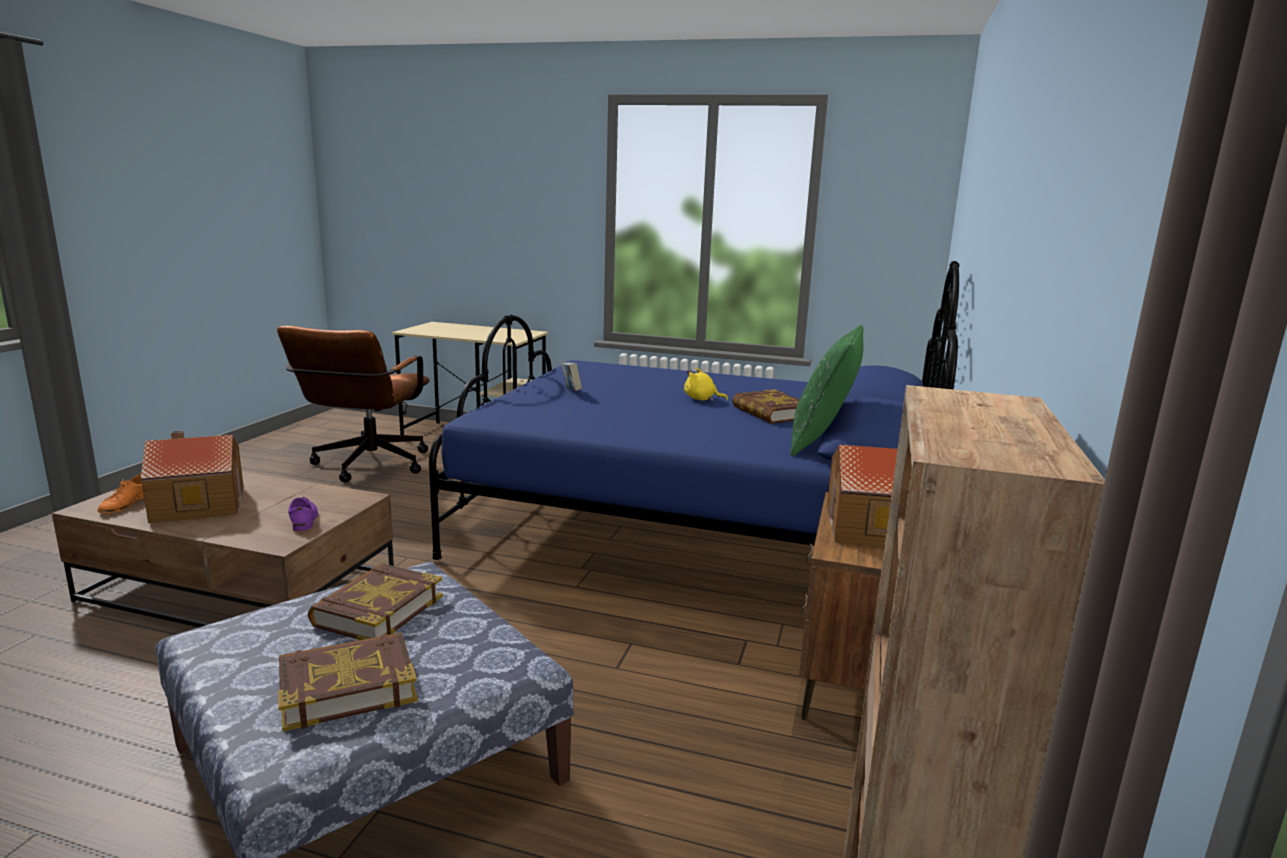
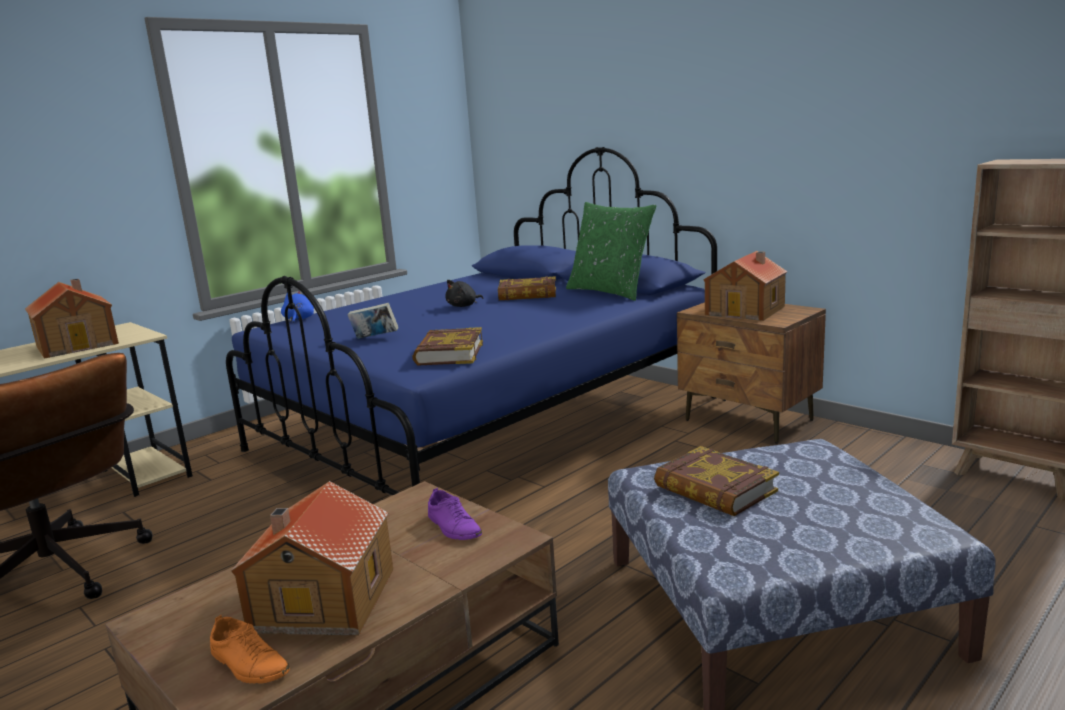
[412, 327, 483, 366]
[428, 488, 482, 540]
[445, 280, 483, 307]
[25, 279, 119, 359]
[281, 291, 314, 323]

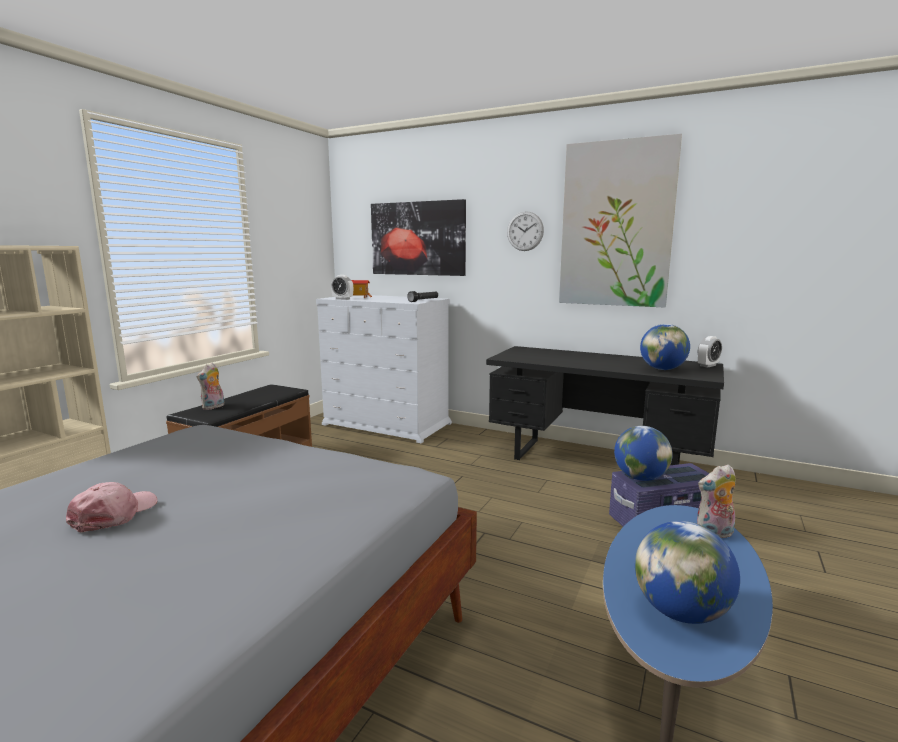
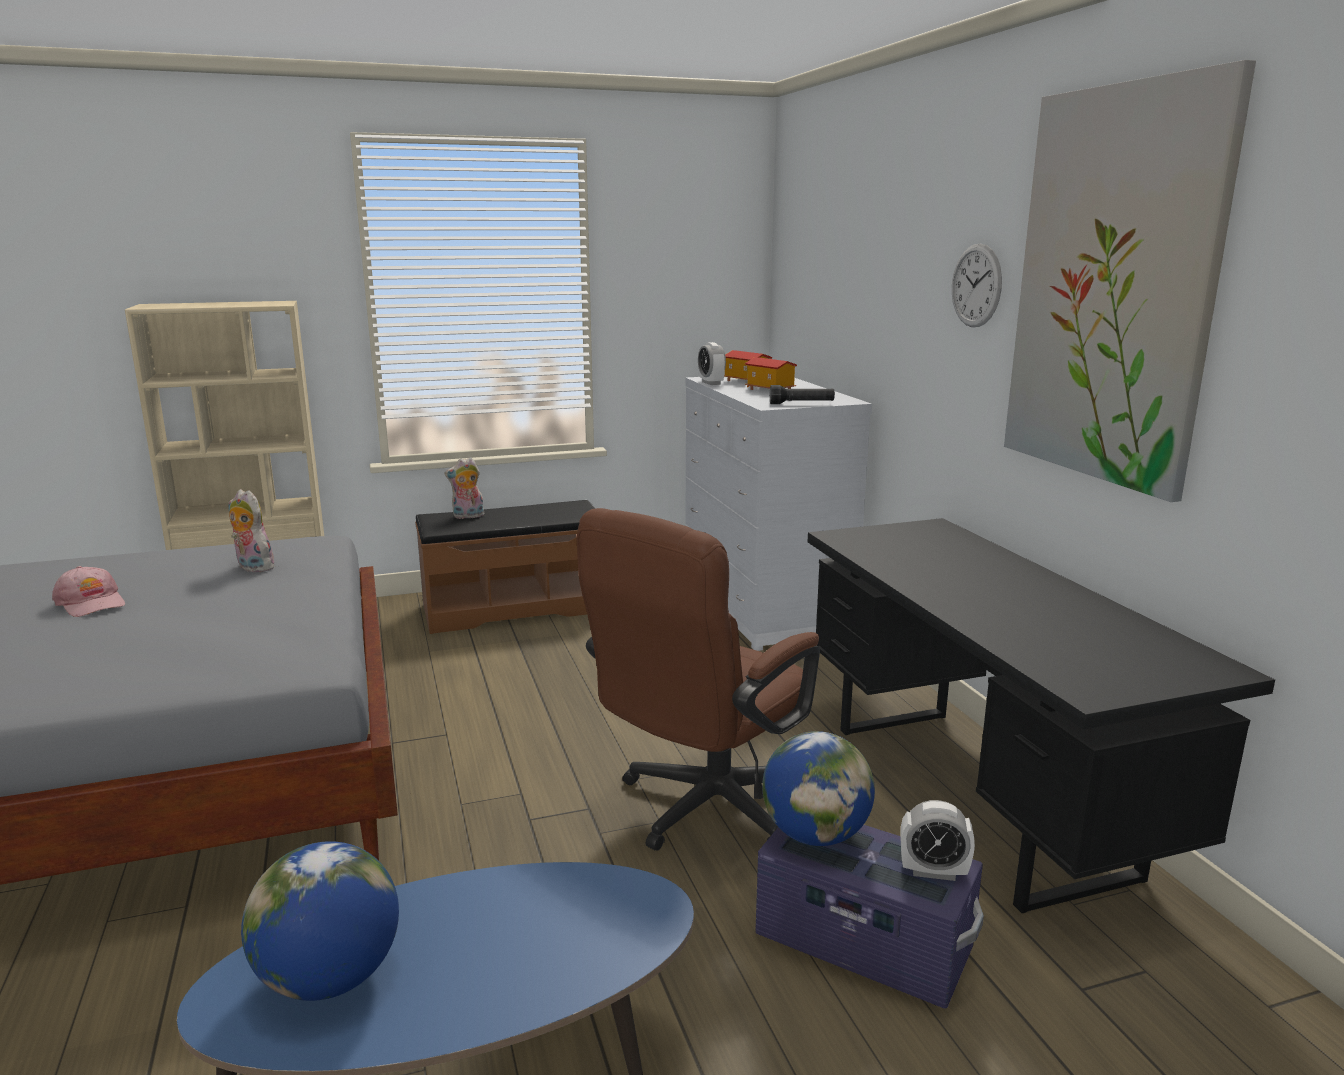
[52, 566, 125, 617]
[371, 199, 466, 276] (first image)
[640, 324, 690, 370] (first image)
[228, 489, 274, 572]
[900, 800, 975, 881]
[577, 508, 820, 851]
[745, 357, 797, 390]

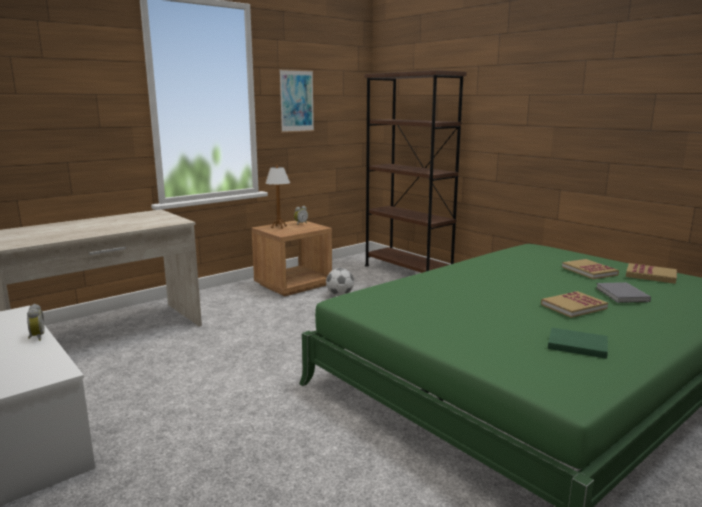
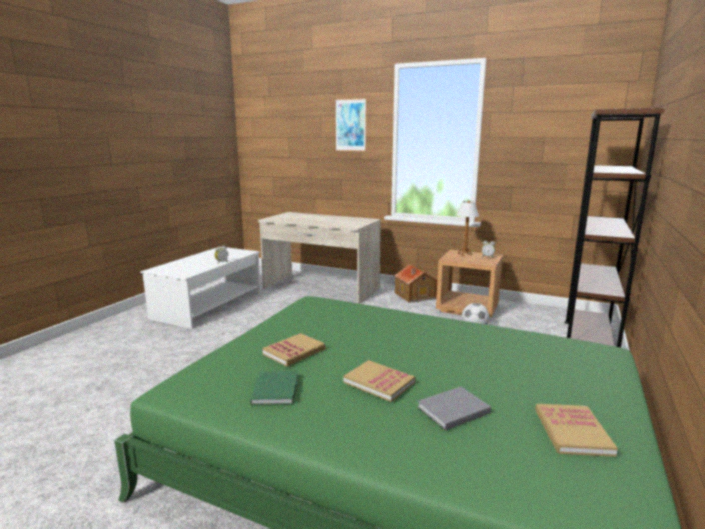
[335, 98, 366, 151]
[262, 333, 326, 367]
[394, 264, 437, 303]

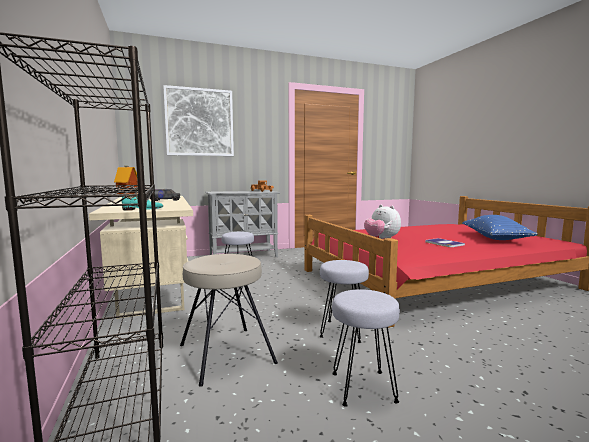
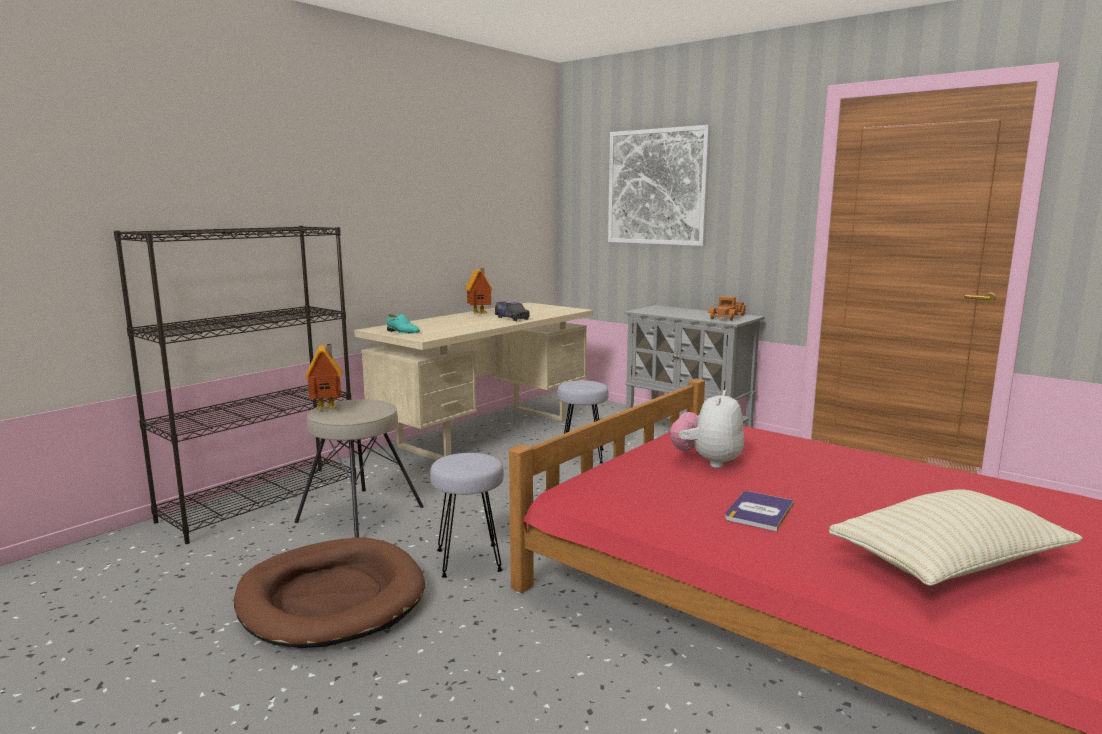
[234, 537, 425, 648]
[829, 489, 1083, 586]
[305, 344, 342, 410]

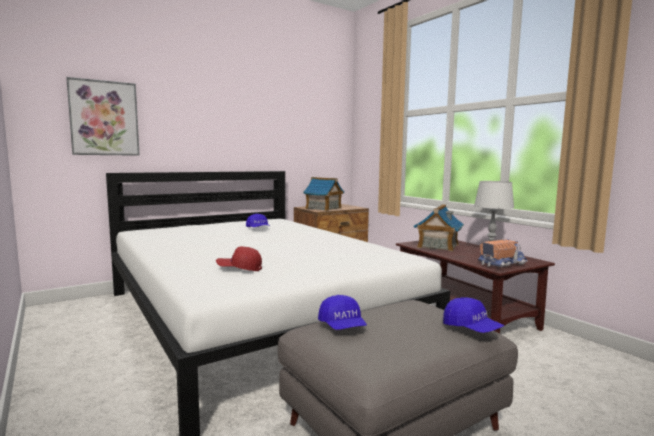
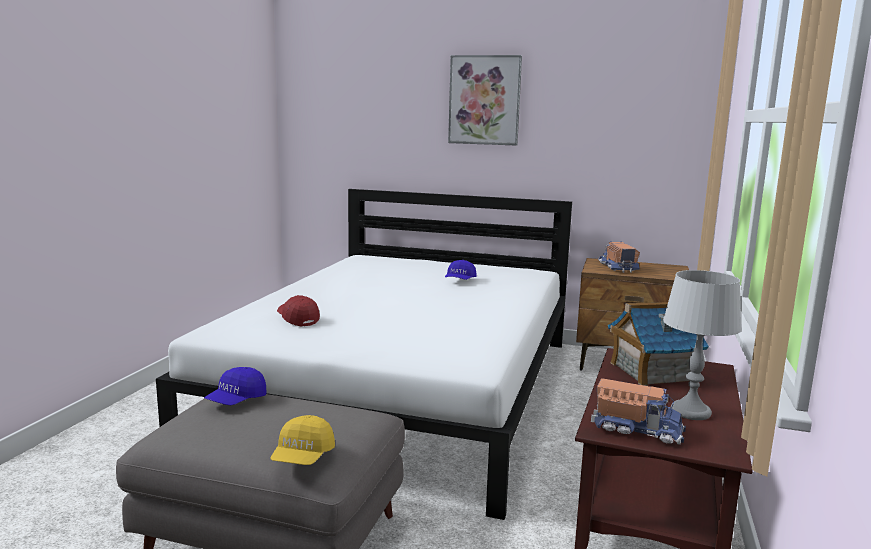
[448, 55, 522, 146]
[598, 241, 640, 273]
[270, 415, 335, 465]

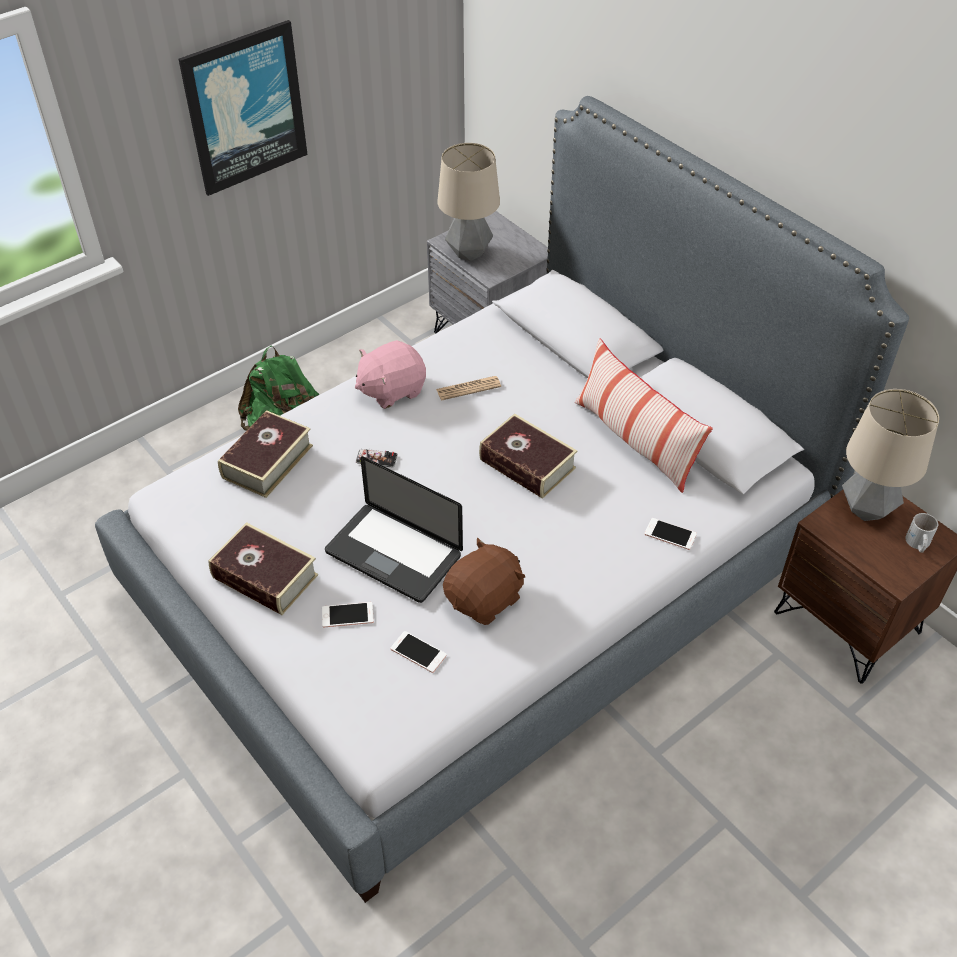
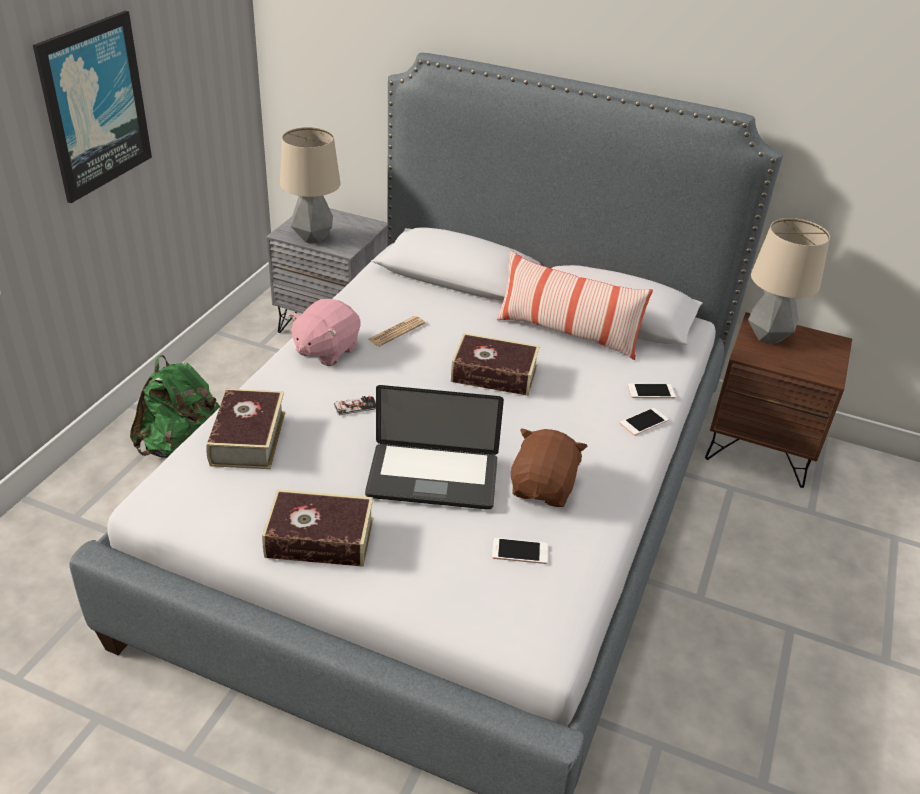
[620, 408, 669, 436]
[905, 513, 938, 552] (first image)

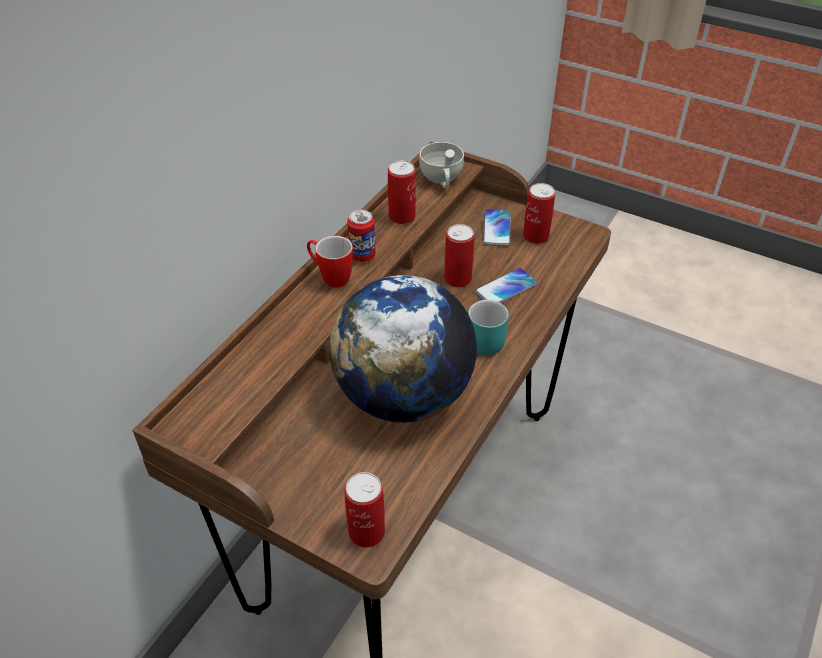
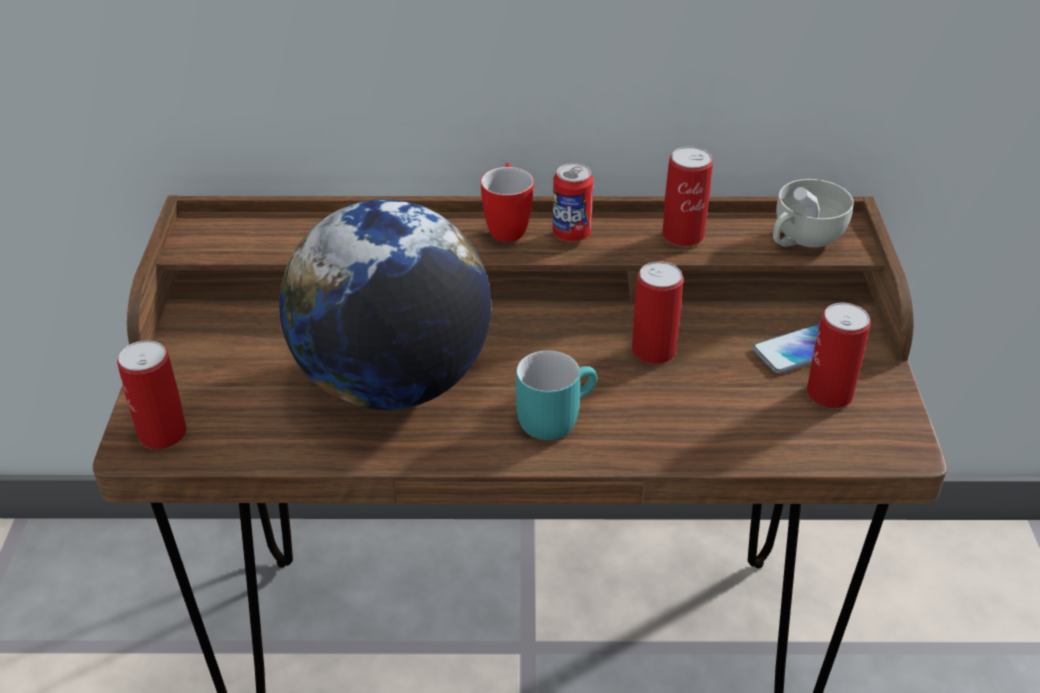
[475, 268, 538, 303] (first image)

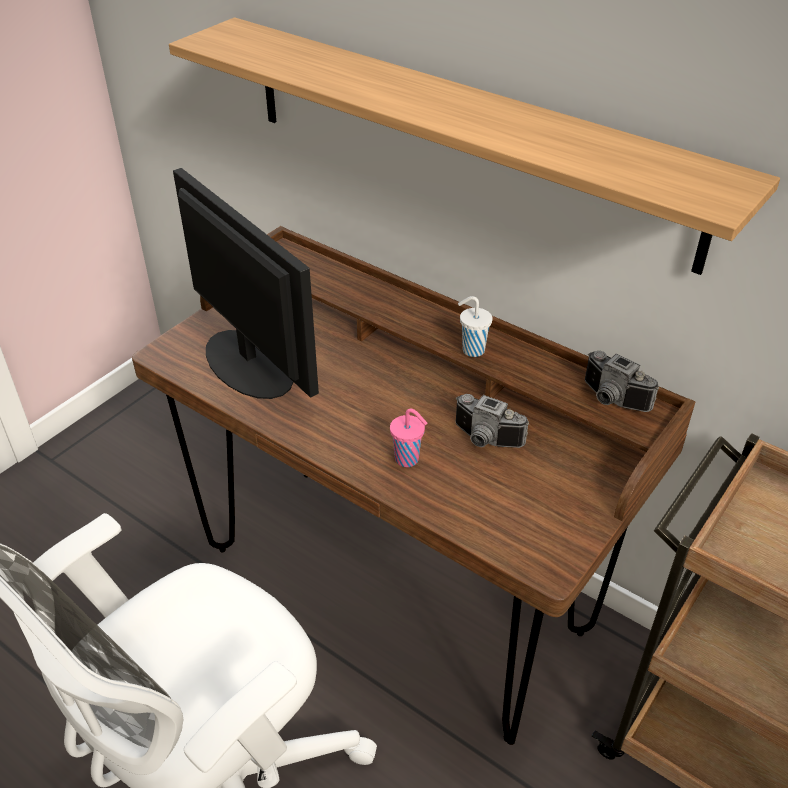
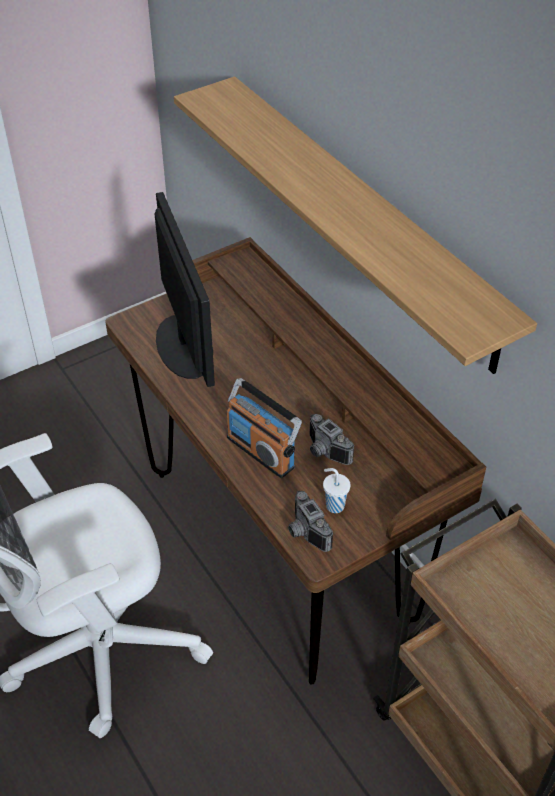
[227, 378, 302, 478]
[323, 468, 351, 513]
[288, 491, 333, 552]

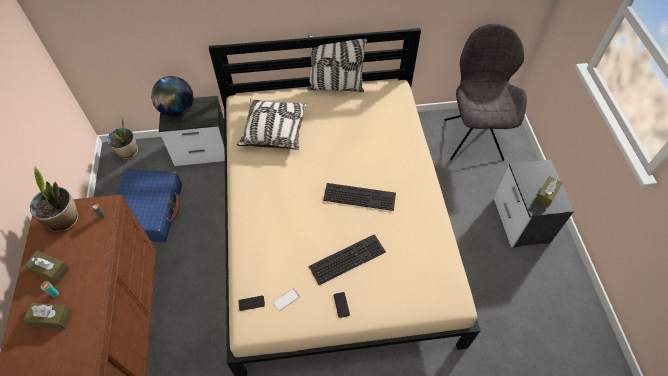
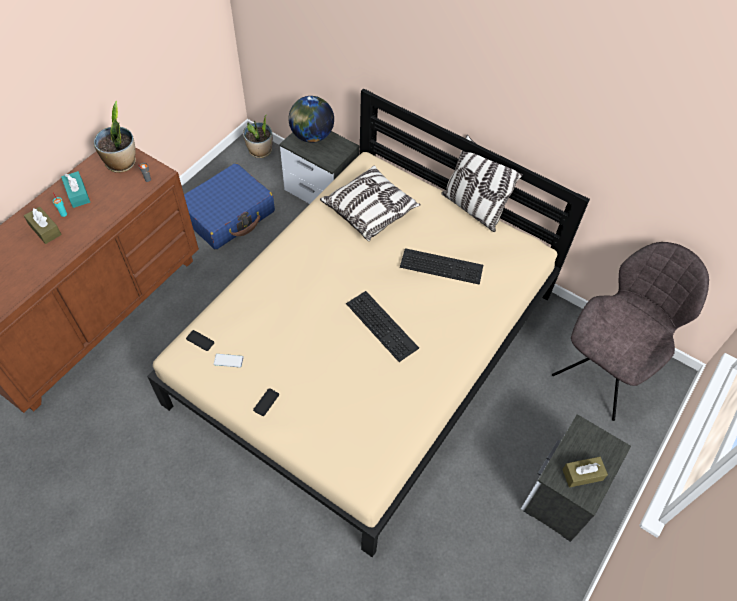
[61, 171, 90, 208]
[400, 248, 483, 285]

